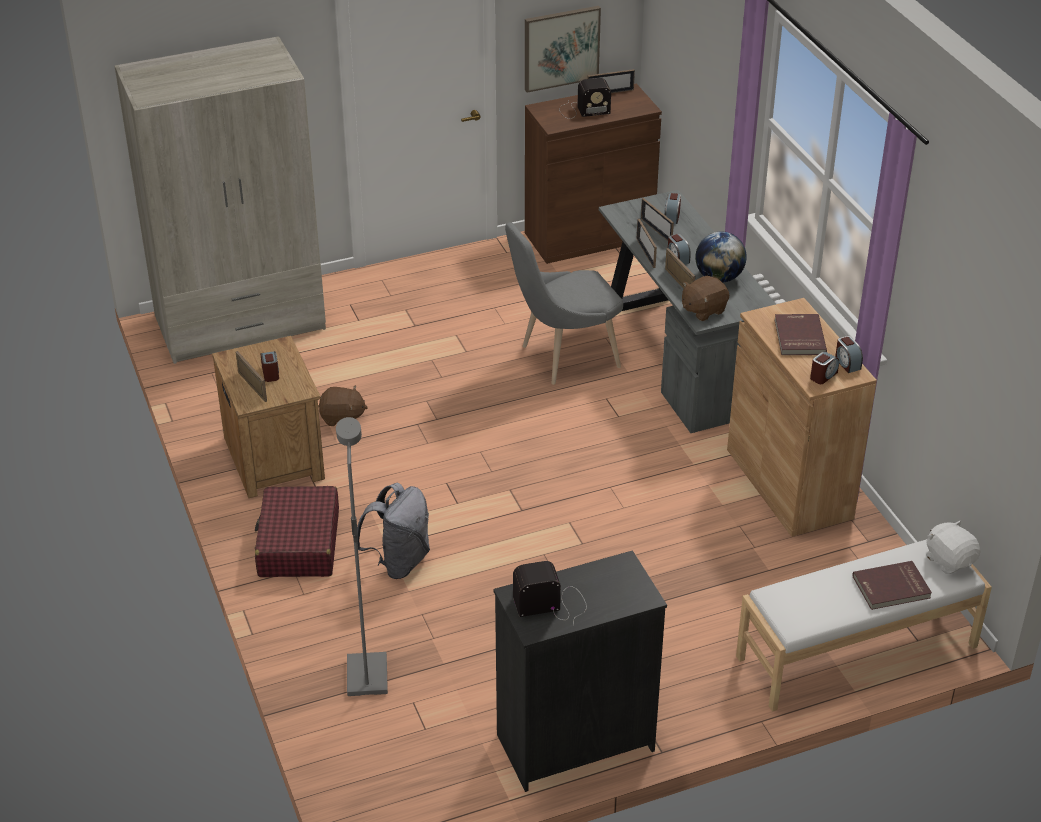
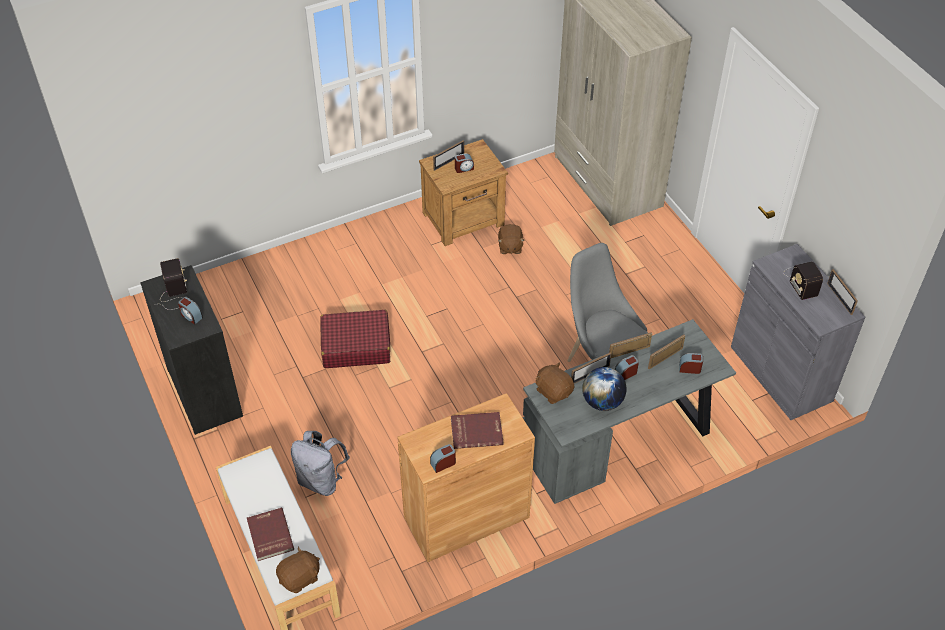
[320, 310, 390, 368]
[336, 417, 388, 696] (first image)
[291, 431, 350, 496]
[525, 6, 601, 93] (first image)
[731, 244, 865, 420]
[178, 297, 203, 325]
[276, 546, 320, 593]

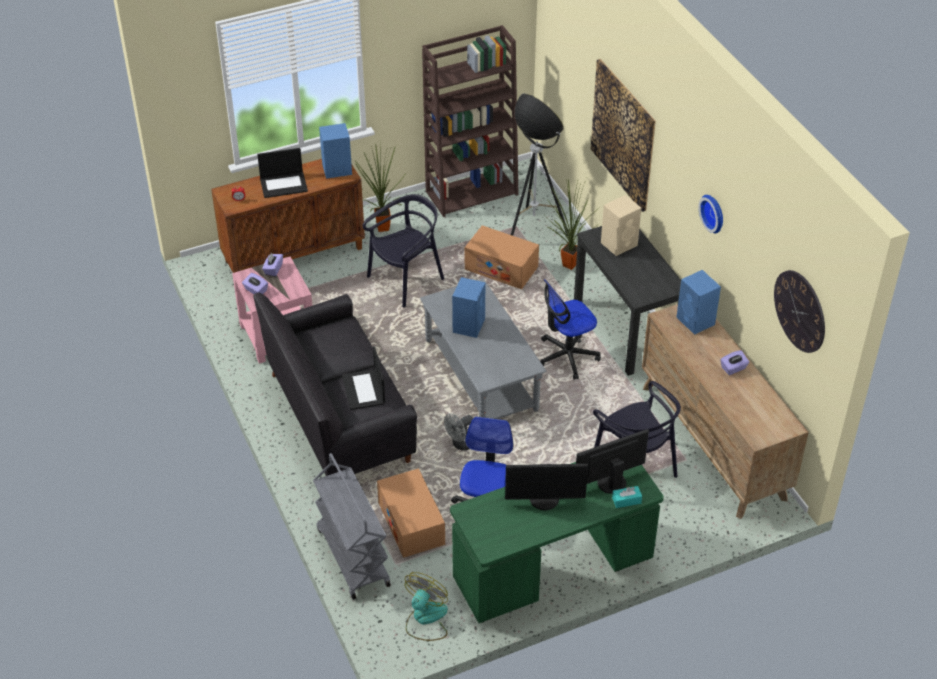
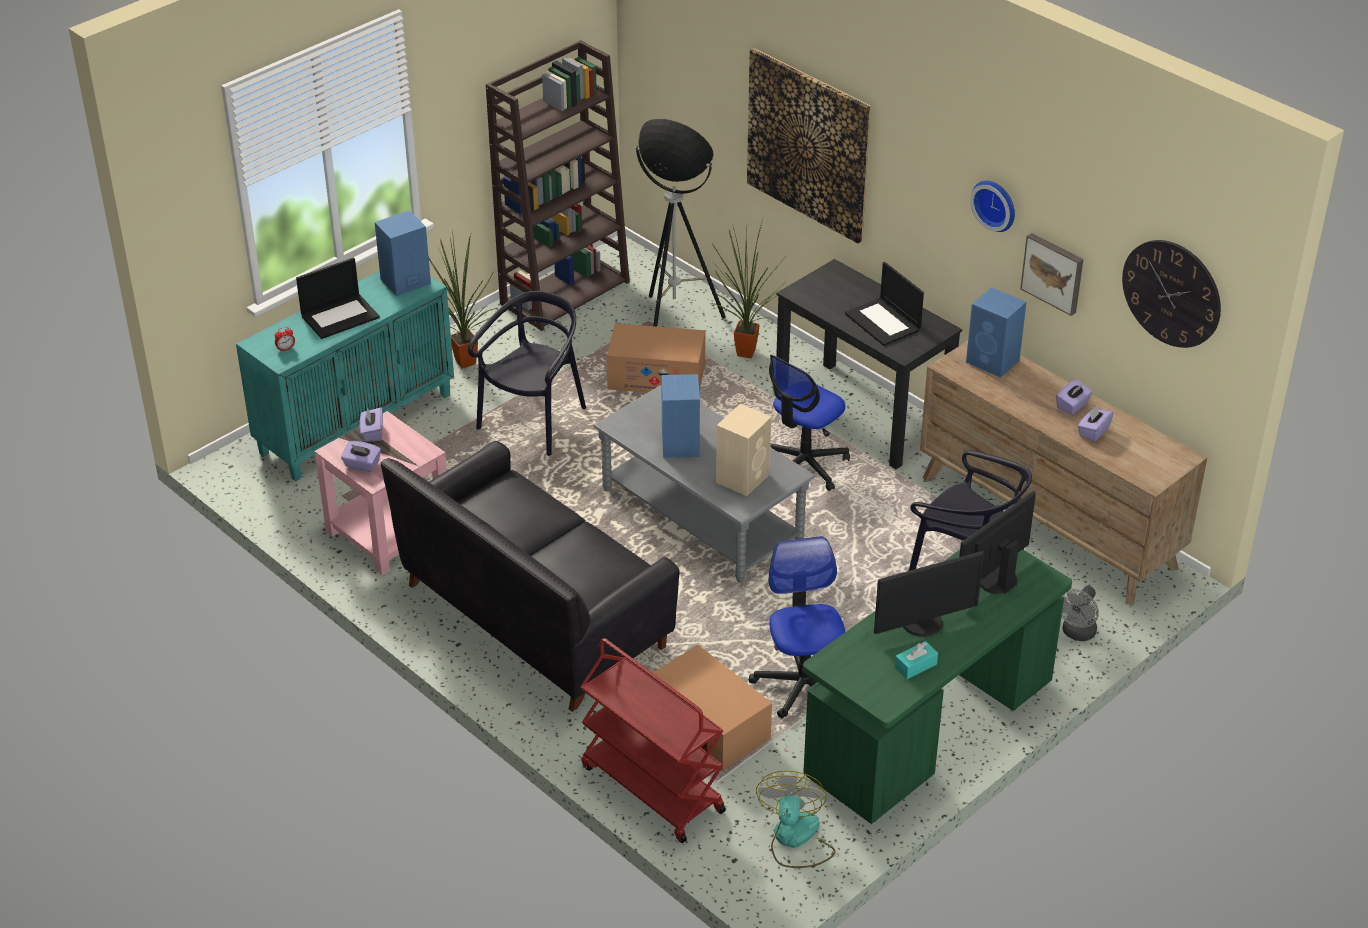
[236, 271, 454, 482]
[581, 638, 726, 843]
[845, 262, 924, 346]
[1062, 586, 1099, 641]
[716, 404, 771, 496]
[895, 641, 938, 679]
[1020, 233, 1083, 316]
[1077, 405, 1114, 442]

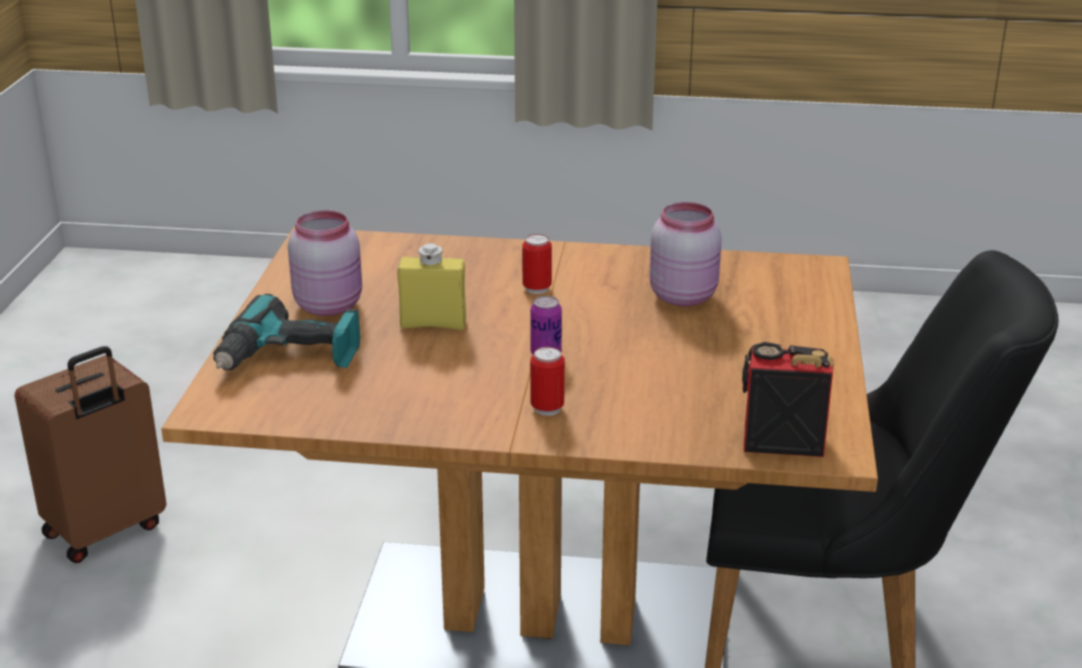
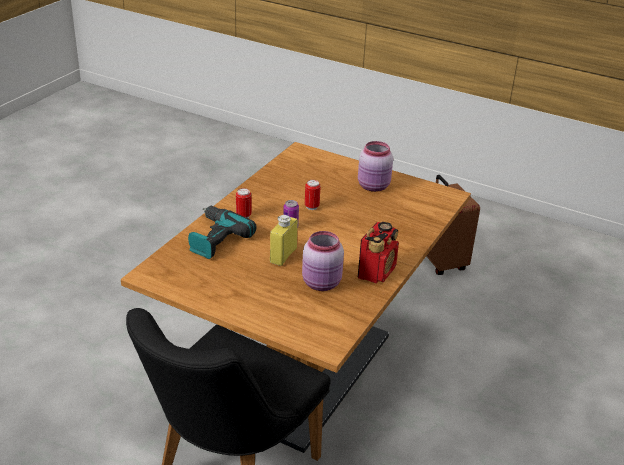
[188, 206, 256, 259]
[270, 215, 298, 266]
[305, 180, 320, 210]
[358, 222, 399, 284]

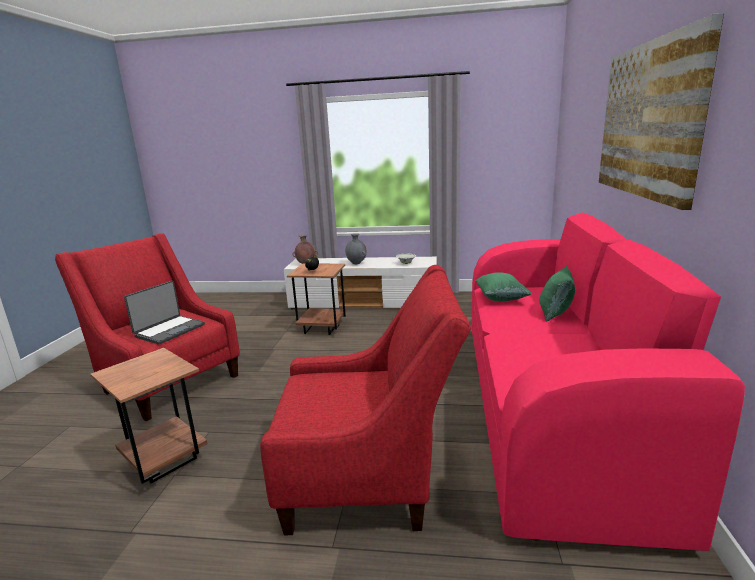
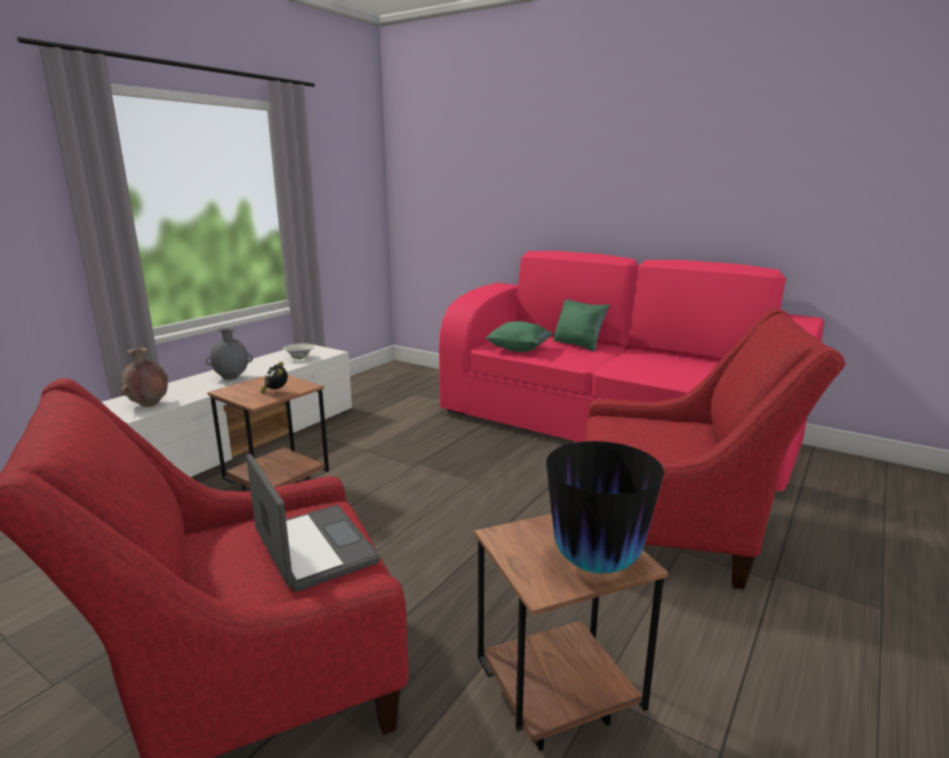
[584, 308, 846, 589]
[599, 13, 724, 210] (first image)
[546, 441, 664, 574]

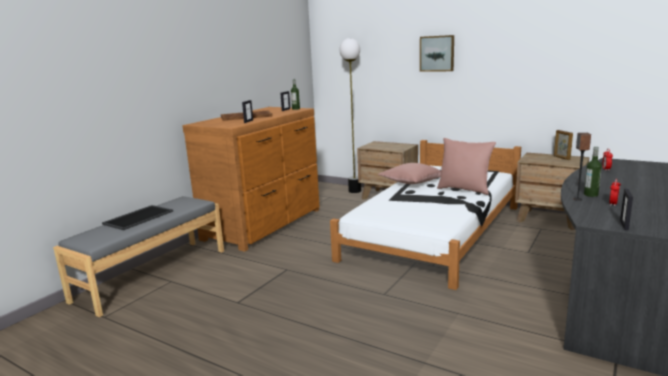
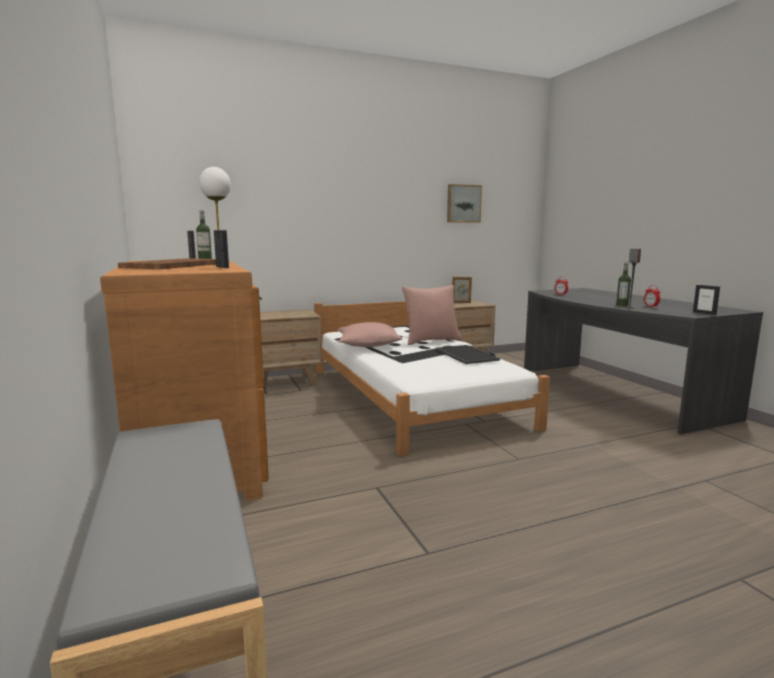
[435, 345, 500, 364]
[447, 184, 482, 223]

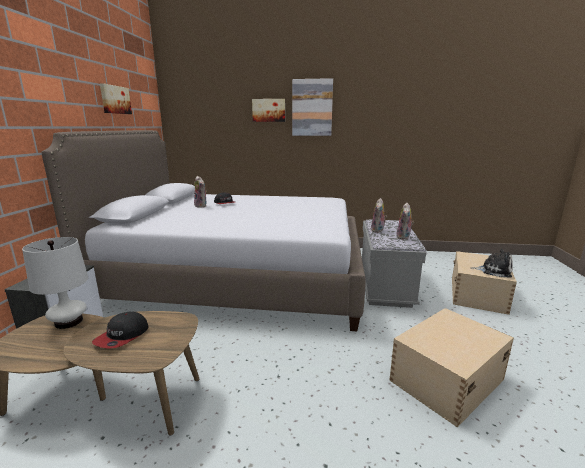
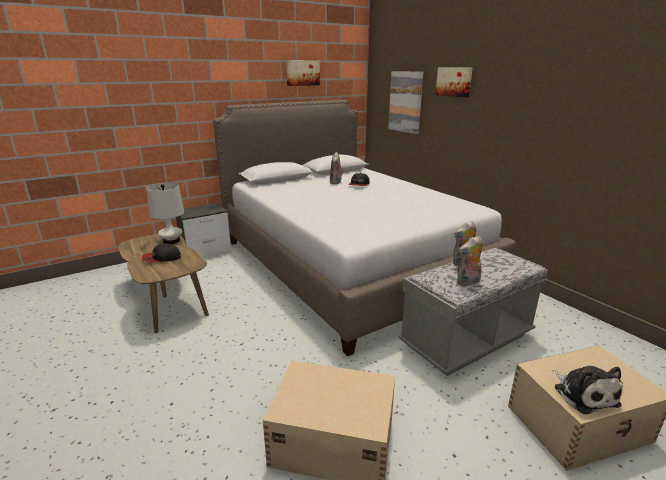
[388, 71, 423, 134]

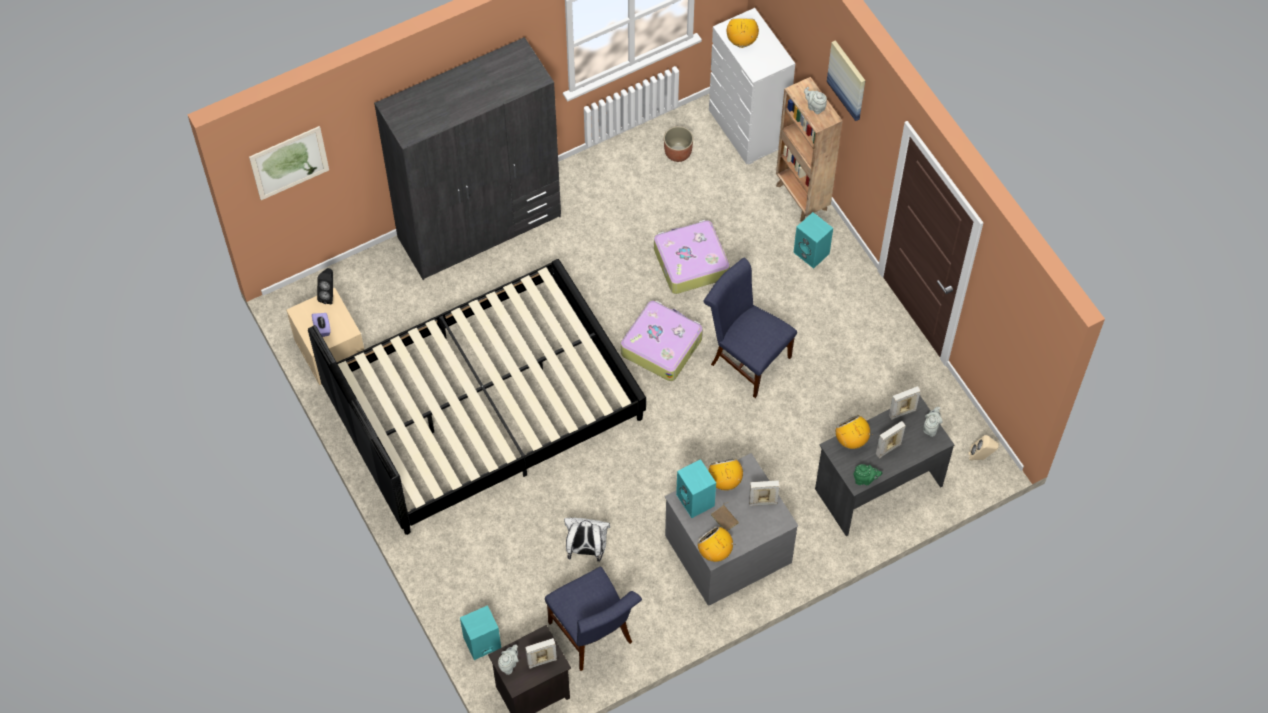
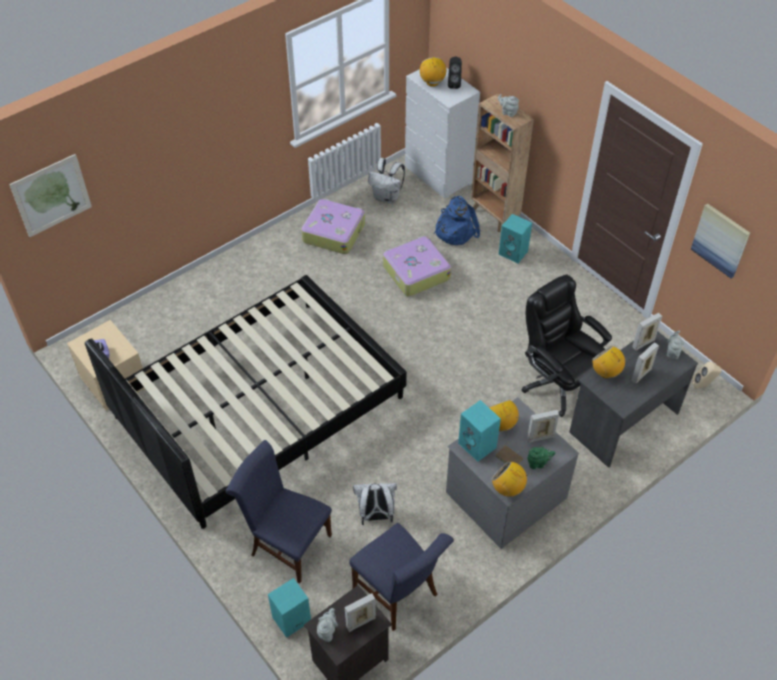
[448, 56, 462, 89]
[374, 37, 561, 280] (first image)
[301, 199, 365, 254]
[368, 158, 405, 204]
[226, 440, 332, 584]
[691, 203, 750, 278]
[527, 447, 555, 469]
[434, 196, 480, 245]
[521, 275, 612, 417]

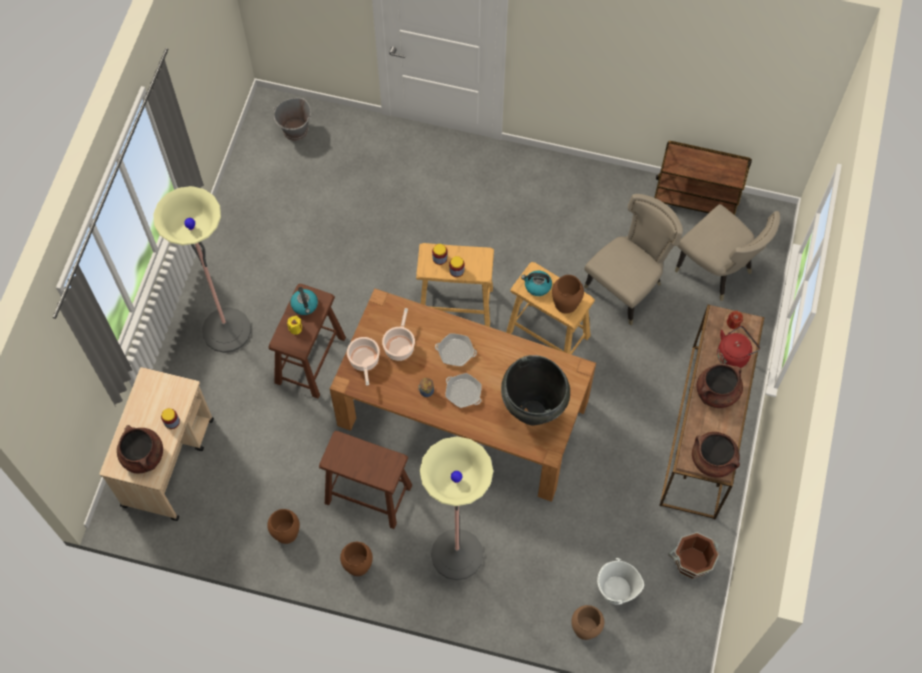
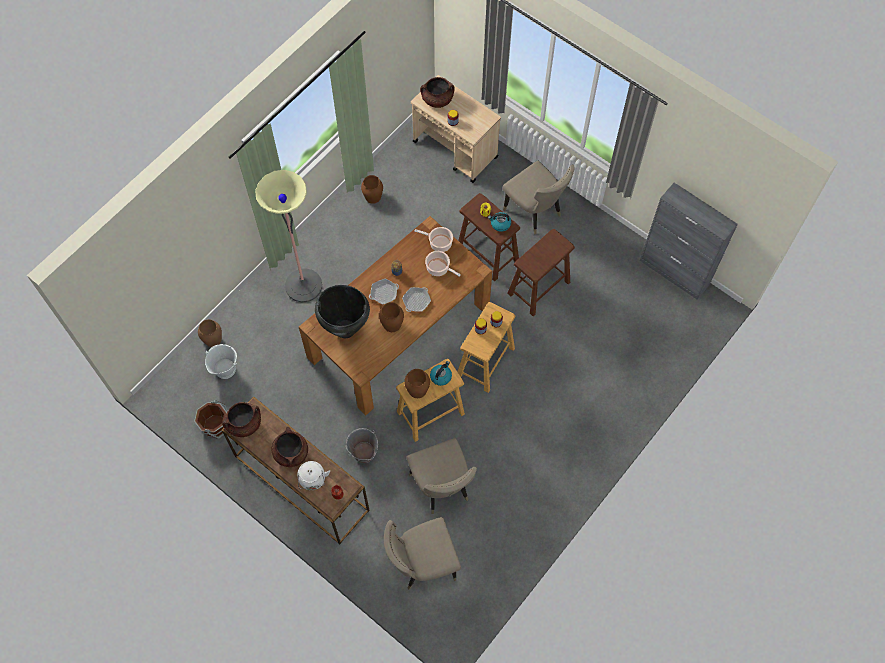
[502, 161, 575, 234]
[346, 428, 378, 463]
[507, 229, 575, 316]
[379, 302, 404, 332]
[654, 141, 752, 215] (first image)
[297, 461, 330, 490]
[640, 183, 738, 300]

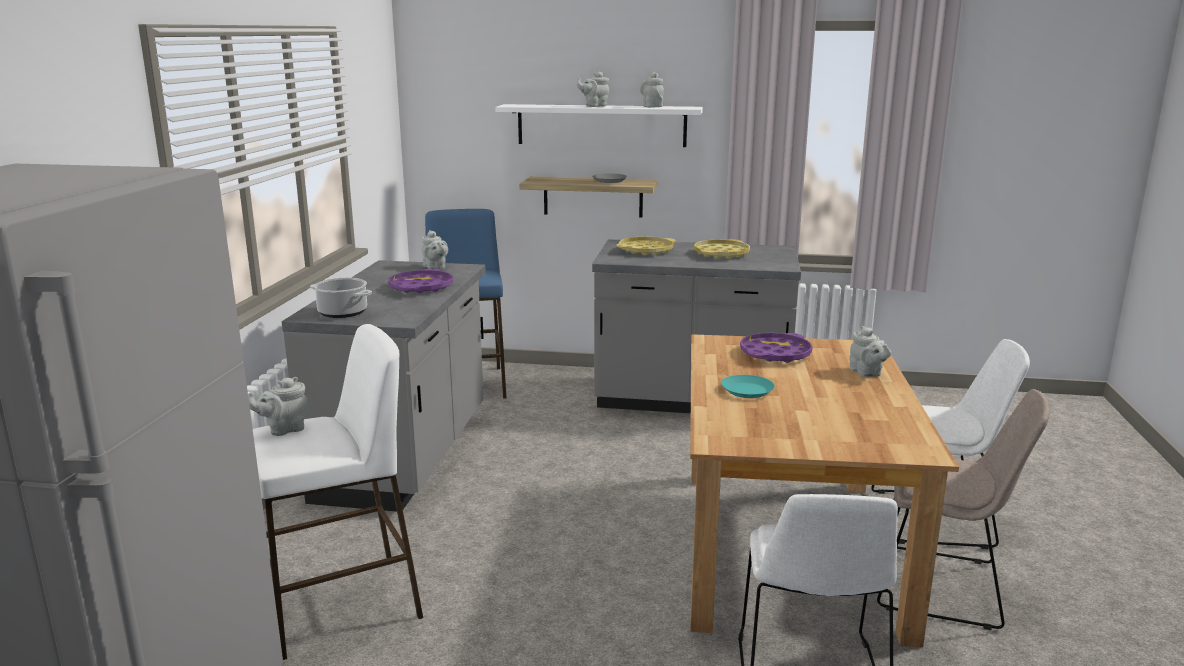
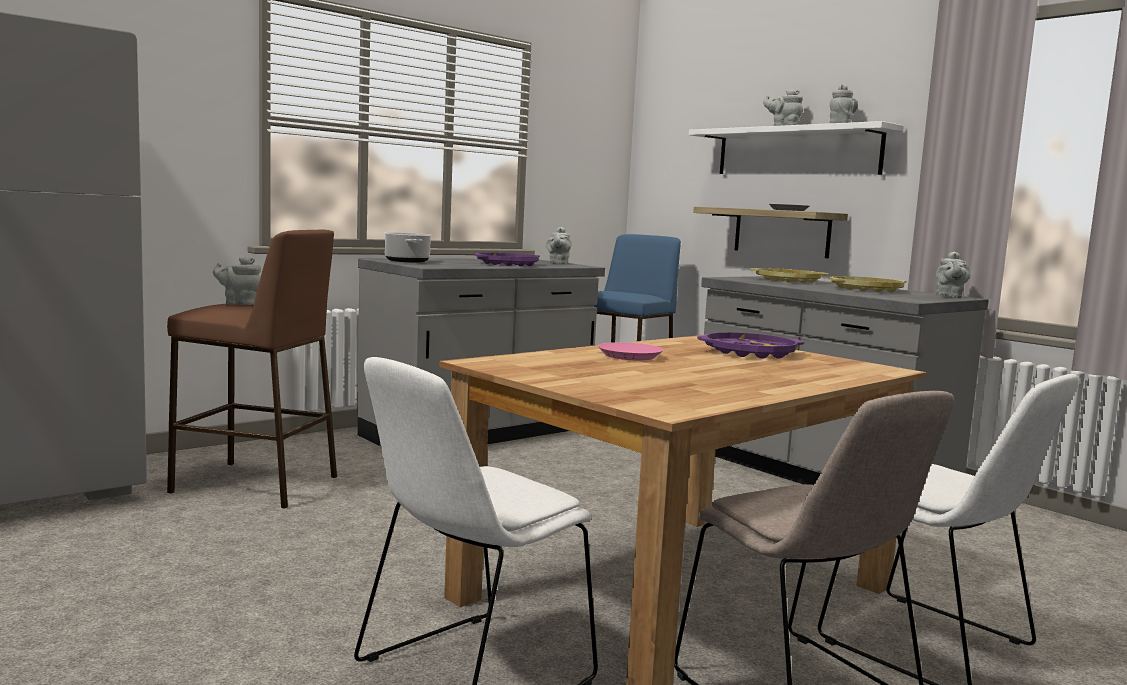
[167, 230, 337, 509]
[598, 342, 664, 360]
[936, 251, 970, 298]

